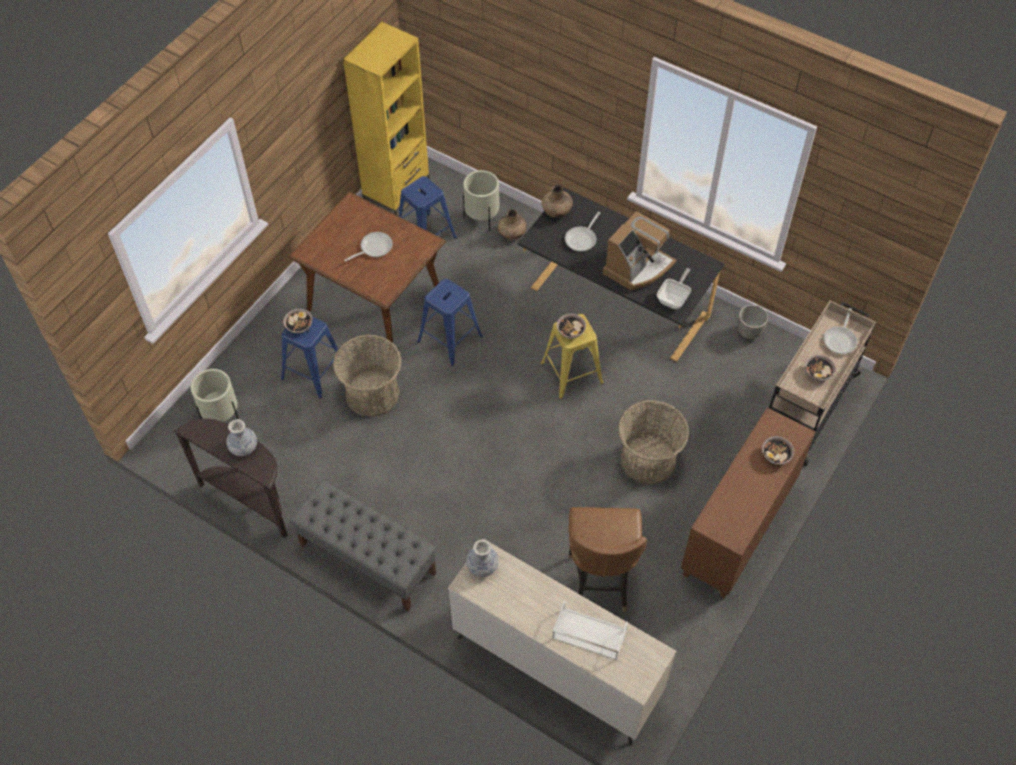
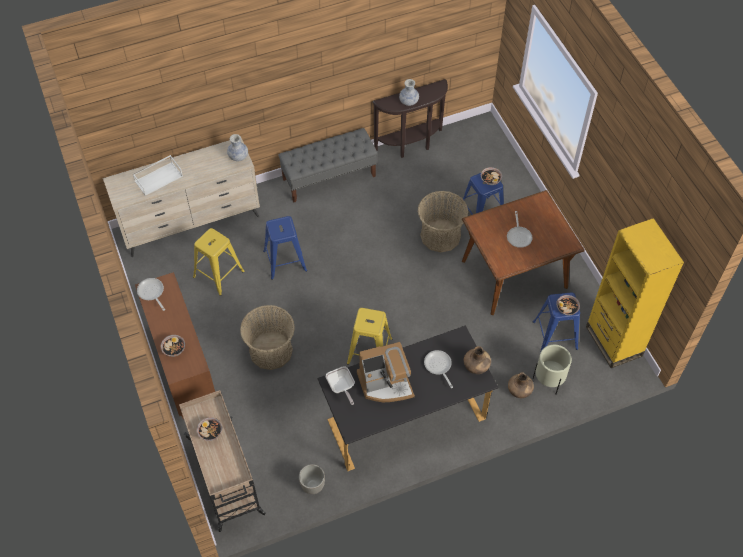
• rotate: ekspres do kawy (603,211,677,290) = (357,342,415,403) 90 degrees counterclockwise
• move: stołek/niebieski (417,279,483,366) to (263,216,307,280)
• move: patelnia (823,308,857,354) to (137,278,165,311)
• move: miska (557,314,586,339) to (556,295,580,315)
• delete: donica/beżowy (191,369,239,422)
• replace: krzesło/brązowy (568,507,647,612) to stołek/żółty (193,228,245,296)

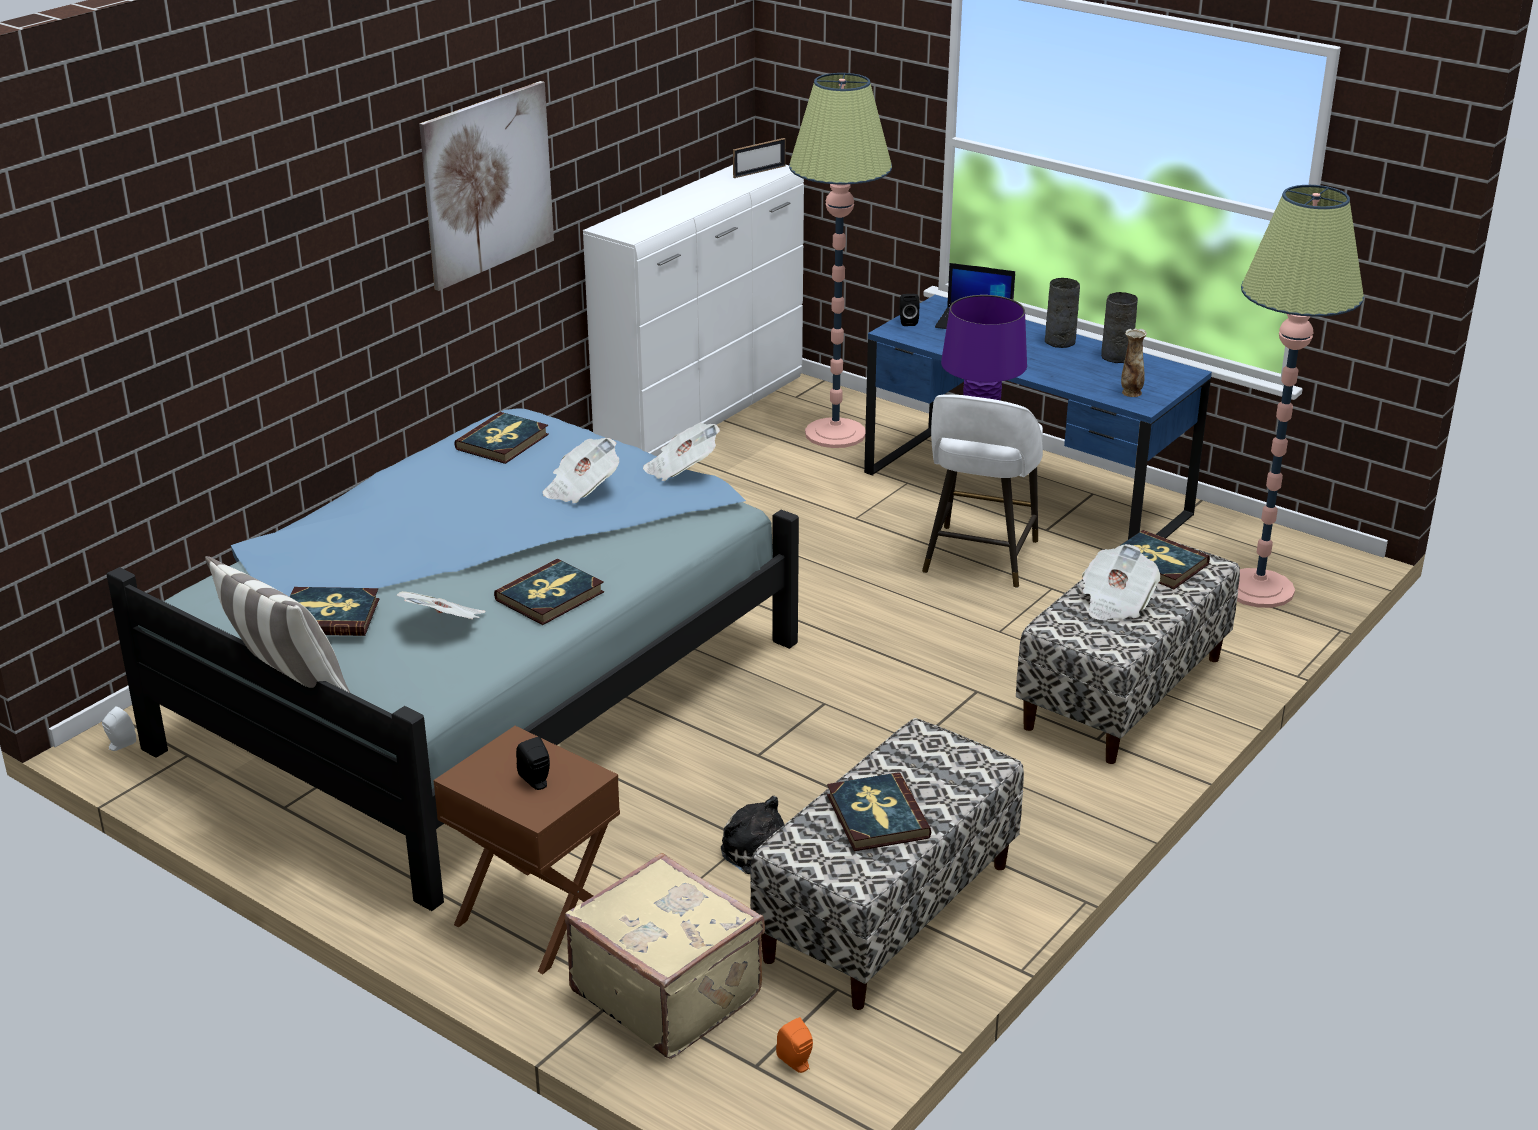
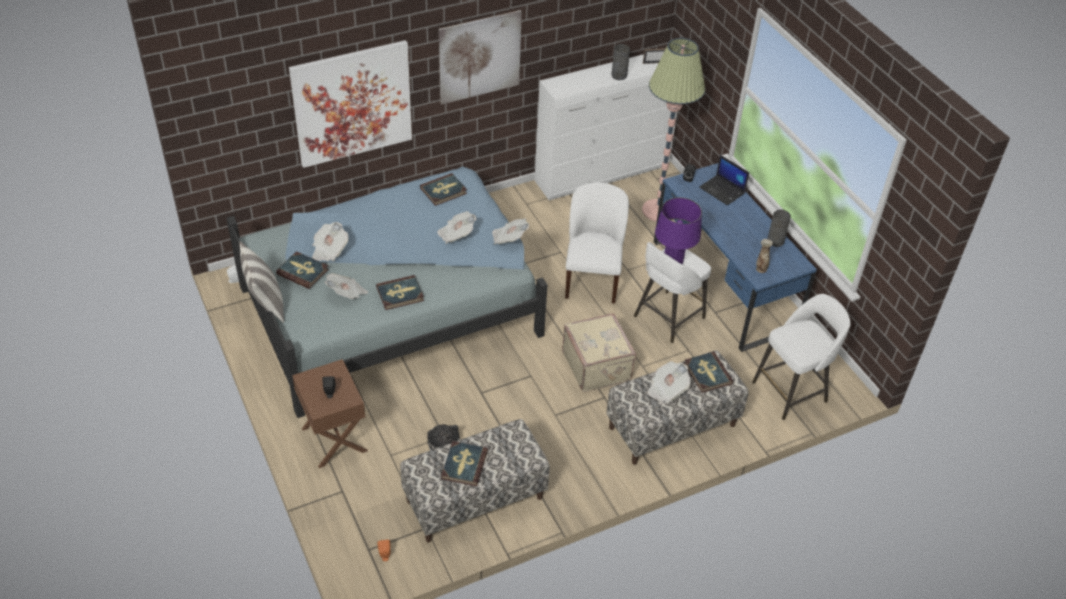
• replace: lampa stojąca (1237,185,1364,608) to stołek/biały (752,294,851,420)
• move: wazon/szary (1045,278,1080,348) to (611,44,630,80)
• move: walizka/beżowy (565,853,765,1059) to (562,313,636,392)
• insert: obraz (289,40,412,168)
• insert: krzesło/biały (565,183,629,304)
• insert: gazeta (312,222,349,261)

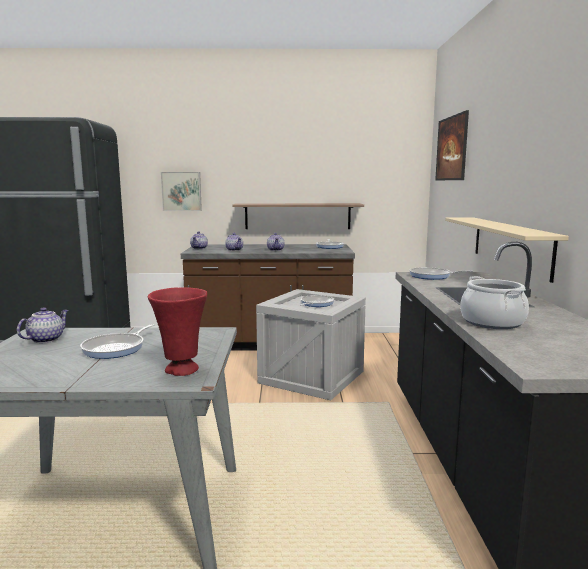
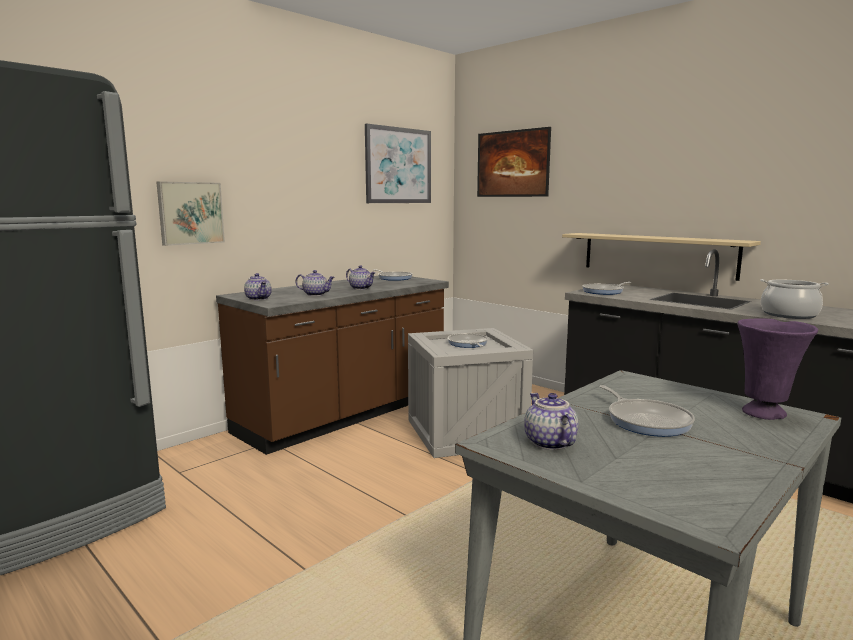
• delete: półka (232,203,364,229)
• recolor: wazon/czerwony (148,287,207,376) to wazon/fioletowy (737,318,818,420)
• insert: obraz (365,124,431,203)

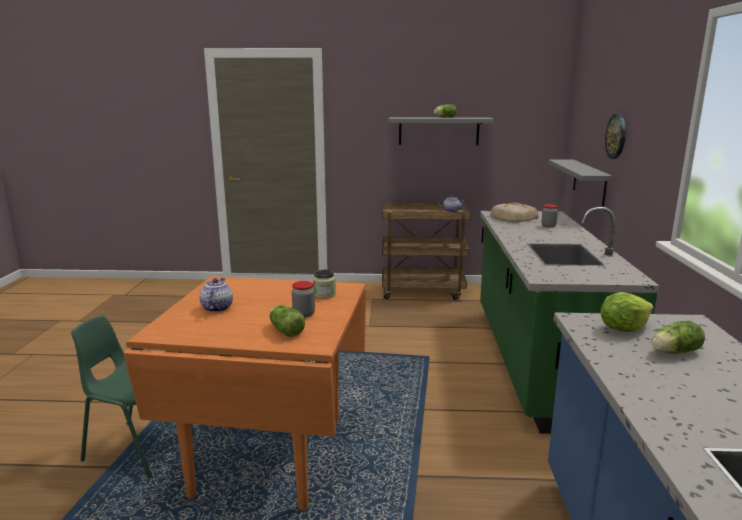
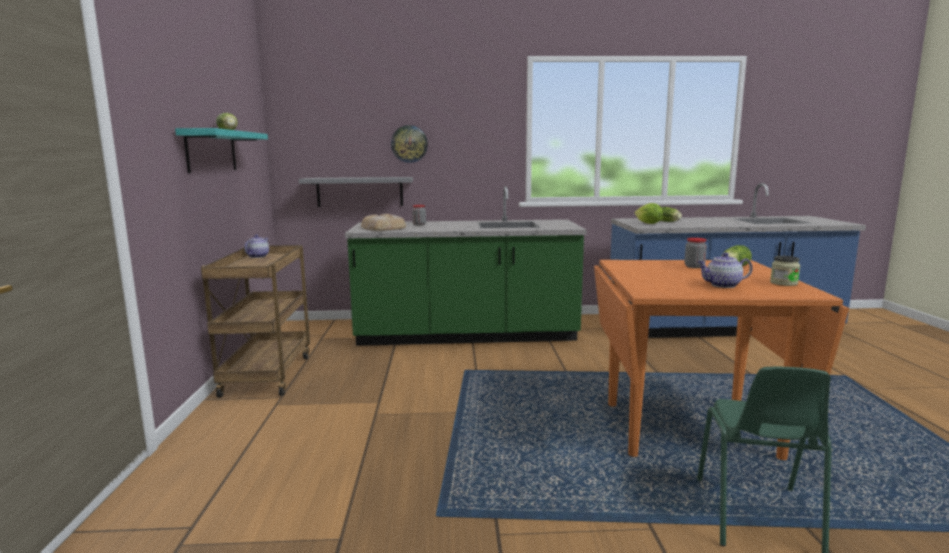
• recolor: półka/szary (389,117,494,145) to półka/turkusowy (175,128,268,173)
• move: słoik (313,270,336,299) to (770,256,800,286)

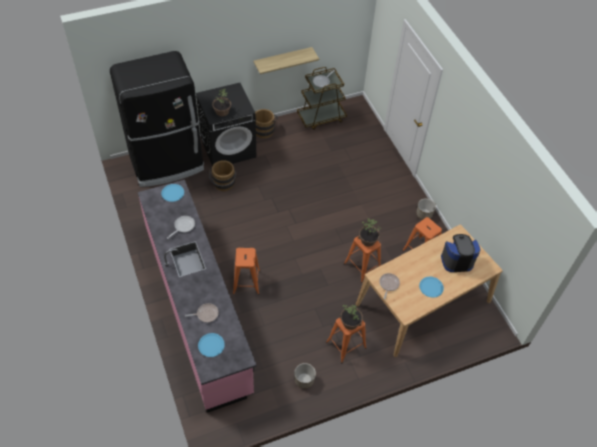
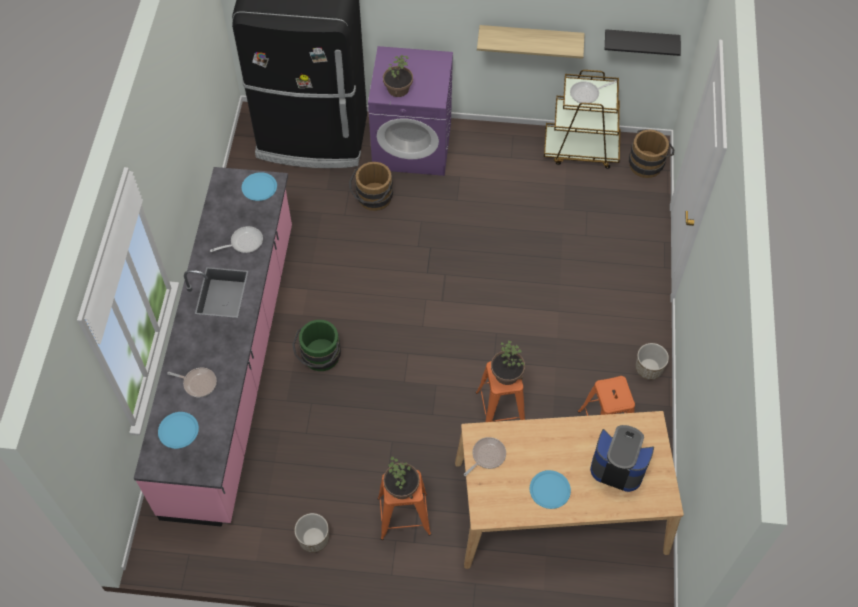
• recolor: pralka/czarny (196,83,256,166) to pralka/fioletowy (368,46,453,176)
• move: wiadro/brązowy (255,109,278,138) to (629,129,674,178)
• replace: stołek/pomarańczowy (233,248,260,295) to wiadro/zielony (292,320,341,371)
• insert: półka/czarny (605,29,681,56)

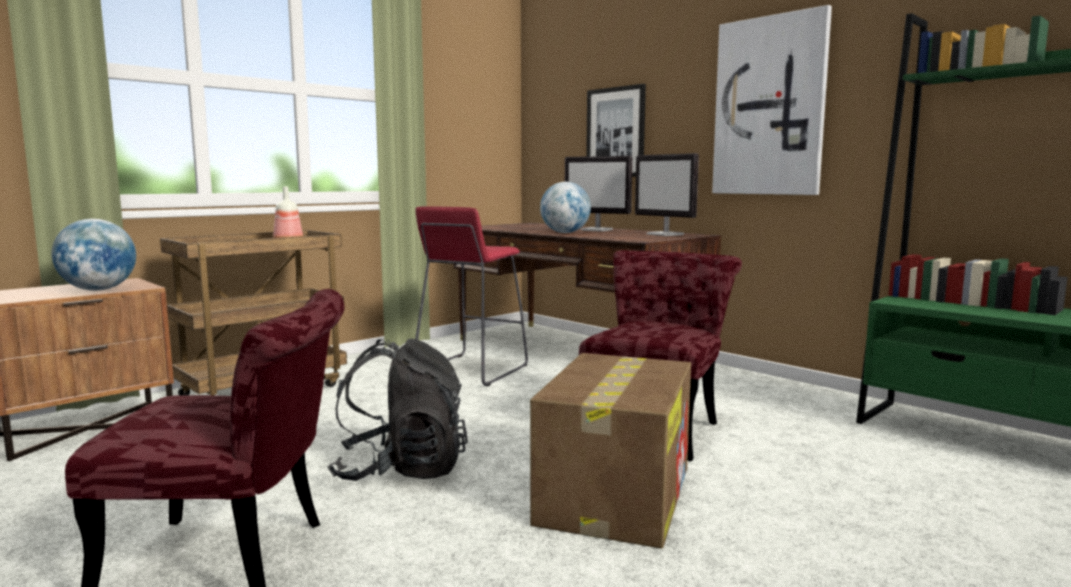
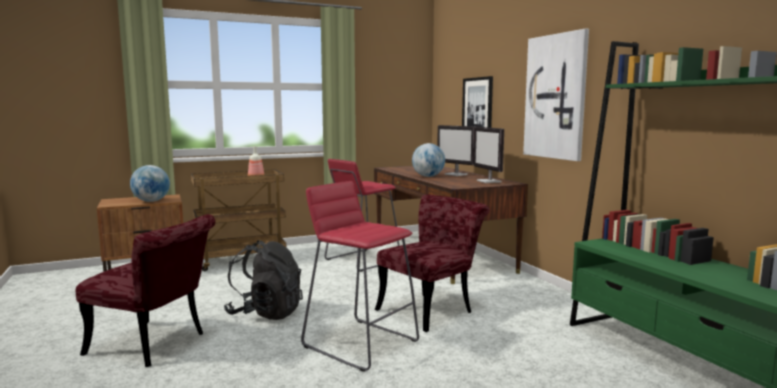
• replace: karton (530,353,691,549) to stołek/czerwony (301,181,419,372)

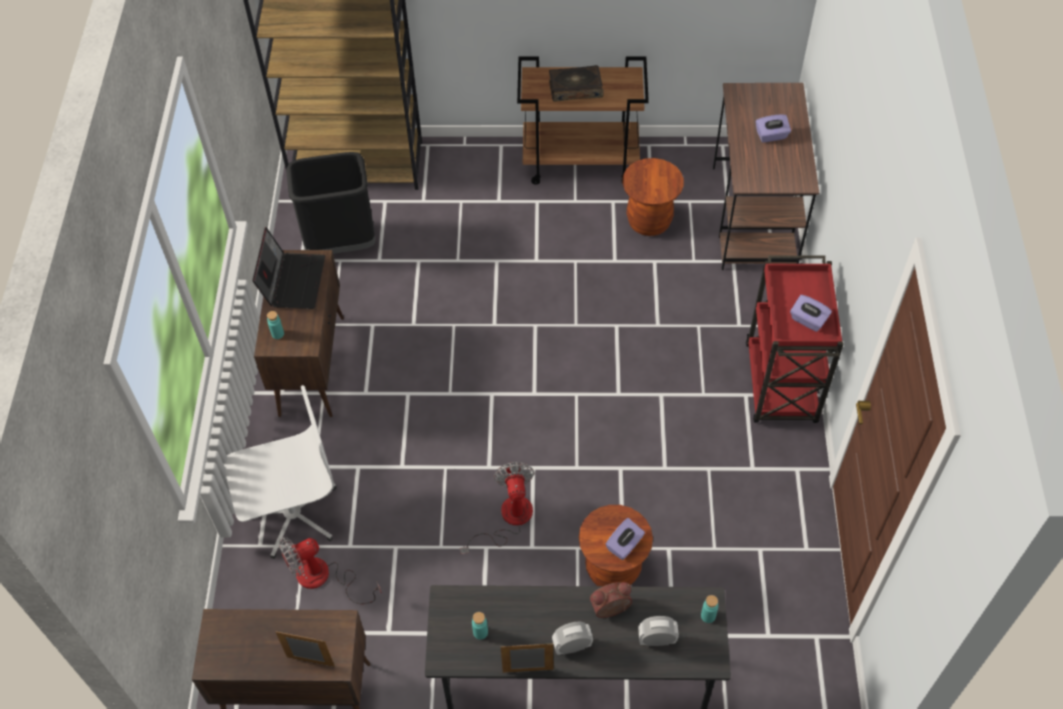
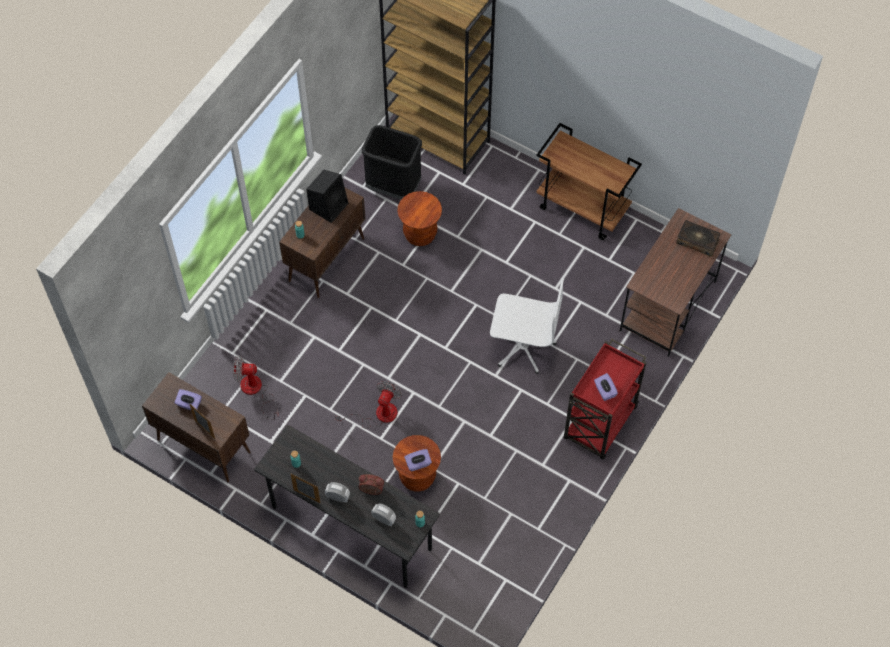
• move: książka (549,65,604,102) to (676,220,720,257)
• move: pudełko chusteczek/fioletowy (756,114,791,143) to (174,389,202,410)
• move: stołek/brązowy (622,158,684,236) to (397,191,442,246)
• replace: laptop (252,227,325,309) to głośnik/czarny (306,170,348,223)
• move: krzesło biurowe/biały (224,385,337,559) to (490,277,564,374)

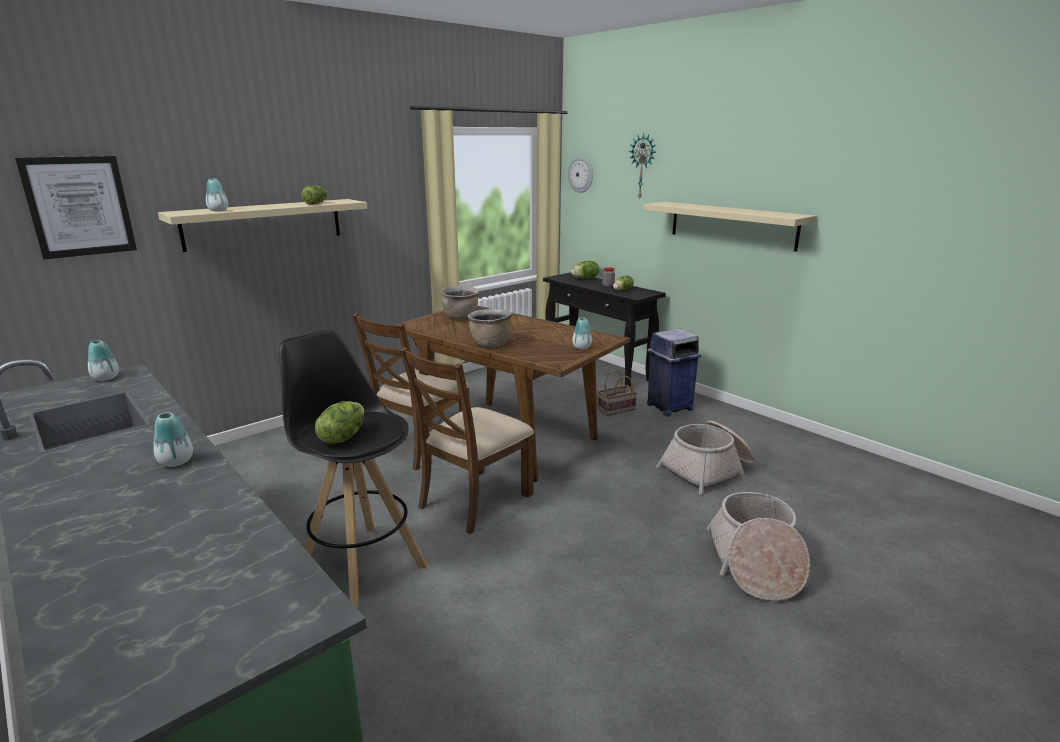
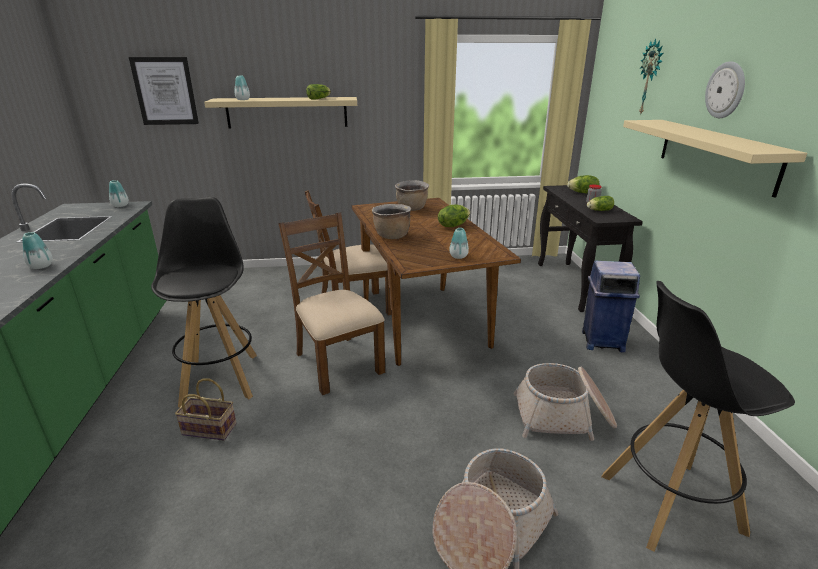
• move: zegar ścienny (568,157,593,193) to (705,61,745,118)
• rotate: krzesło/brązowy (400,347,534,534) = (278,212,385,395) 75 degrees clockwise
• move: koszyk (598,370,637,416) to (175,378,236,441)
• move: sałata (315,401,364,444) to (438,205,470,227)
• insert: stołek/czarny (601,281,795,551)

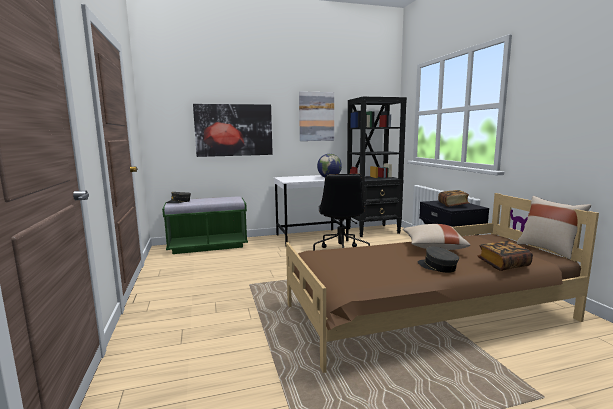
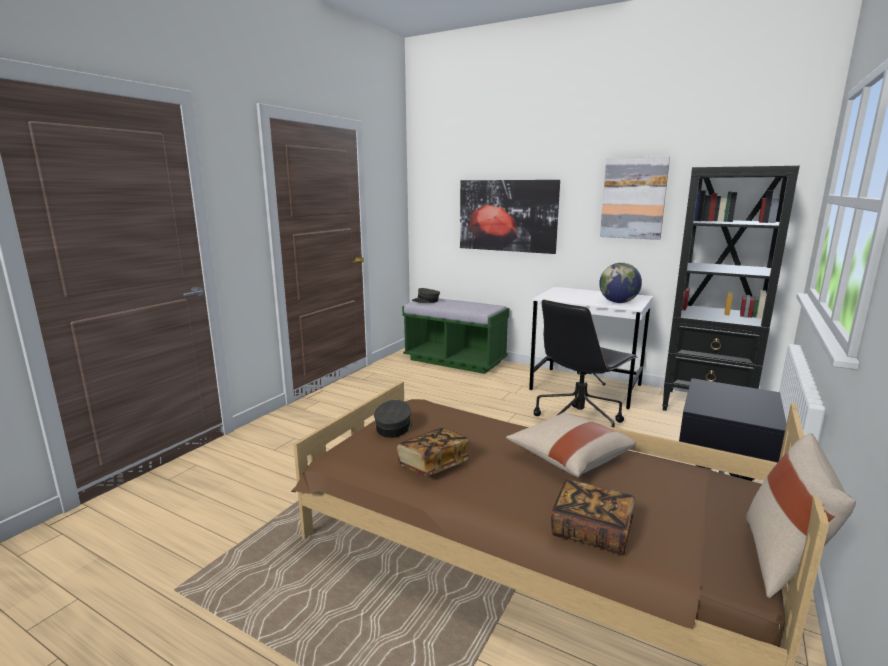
• move: książka (438,190,469,207) to (397,428,470,476)
• move: czapka z daszkiem/szary (417,246,459,273) to (374,400,412,438)

